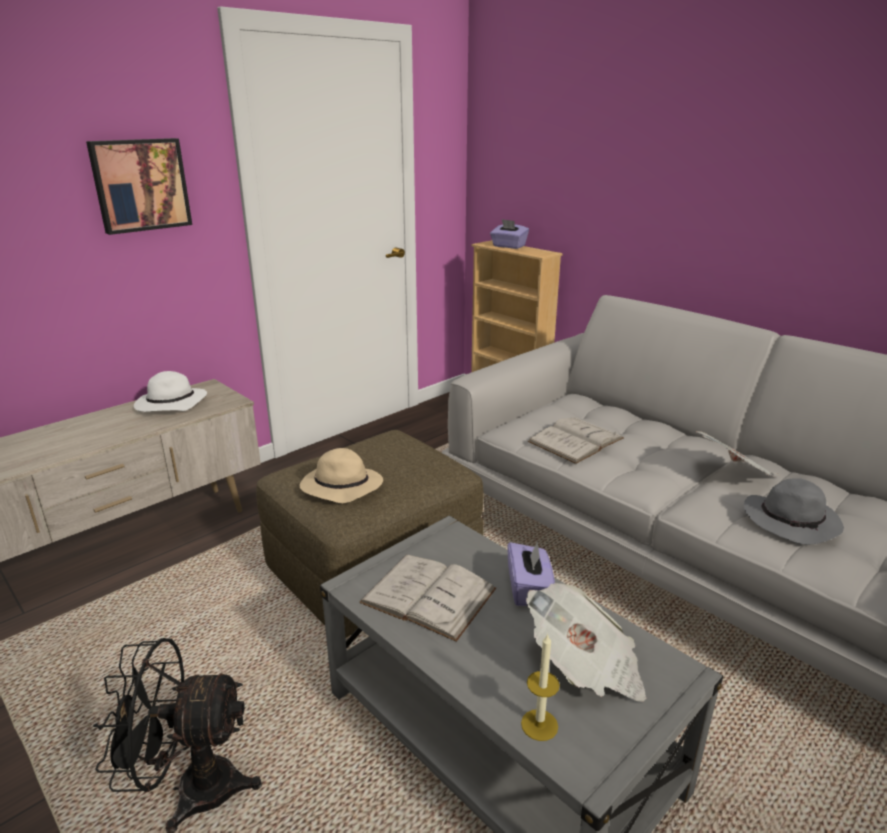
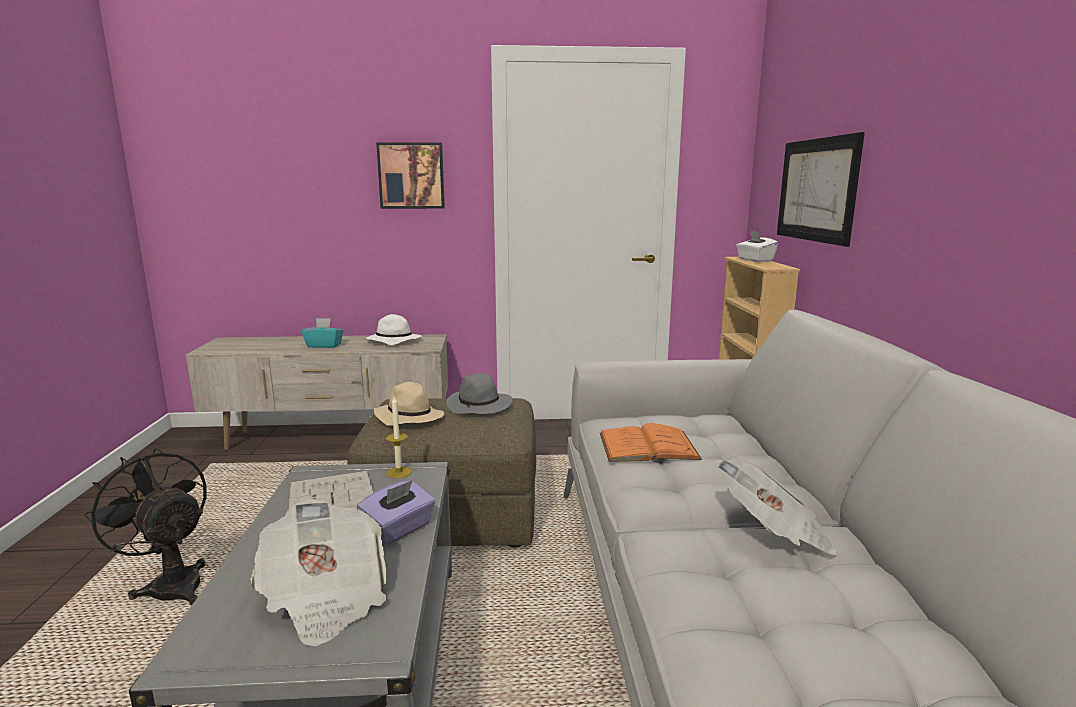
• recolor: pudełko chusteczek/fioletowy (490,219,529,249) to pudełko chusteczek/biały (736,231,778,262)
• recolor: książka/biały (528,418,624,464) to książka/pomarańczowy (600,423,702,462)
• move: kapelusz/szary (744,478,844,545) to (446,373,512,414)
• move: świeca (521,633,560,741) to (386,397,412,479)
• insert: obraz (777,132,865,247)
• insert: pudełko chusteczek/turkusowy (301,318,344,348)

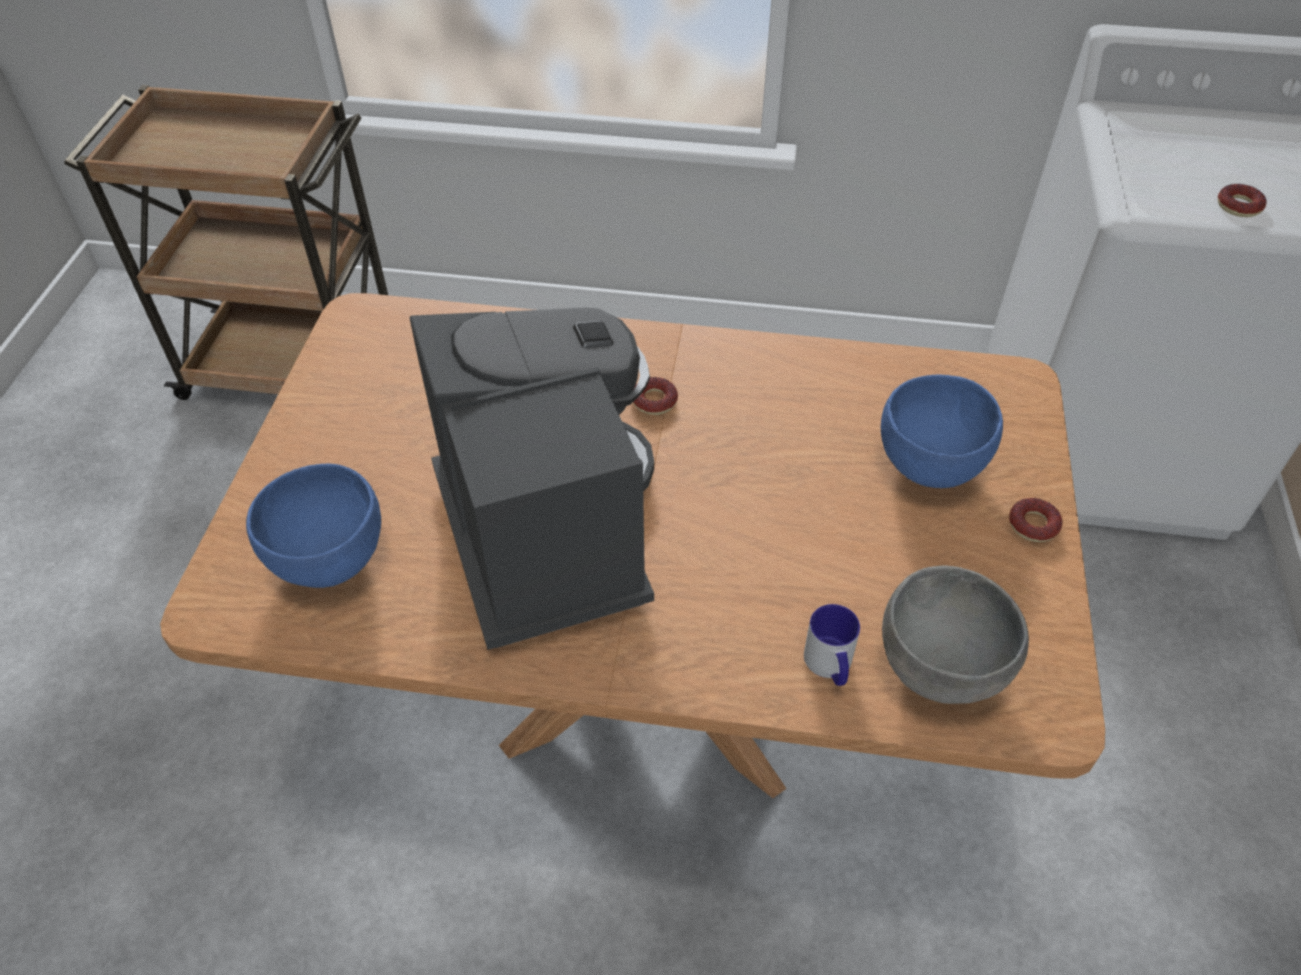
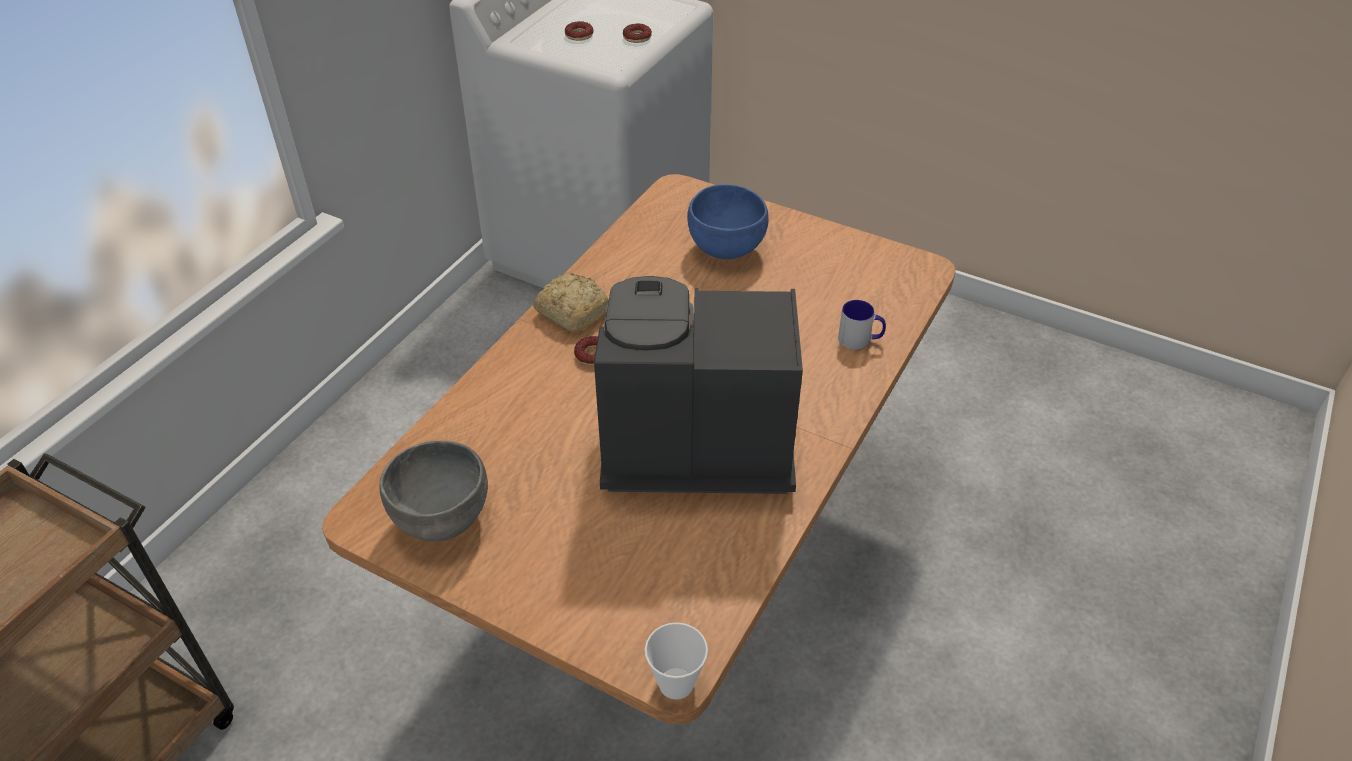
• delete: miska/niebieski (246,464,381,588)
• move: donut (1009,498,1063,542) to (565,21,594,41)
• move: miska/szary (882,565,1029,704) to (380,441,488,542)
• insert: chleb (533,273,609,333)
• insert: filiżanka (645,622,708,700)

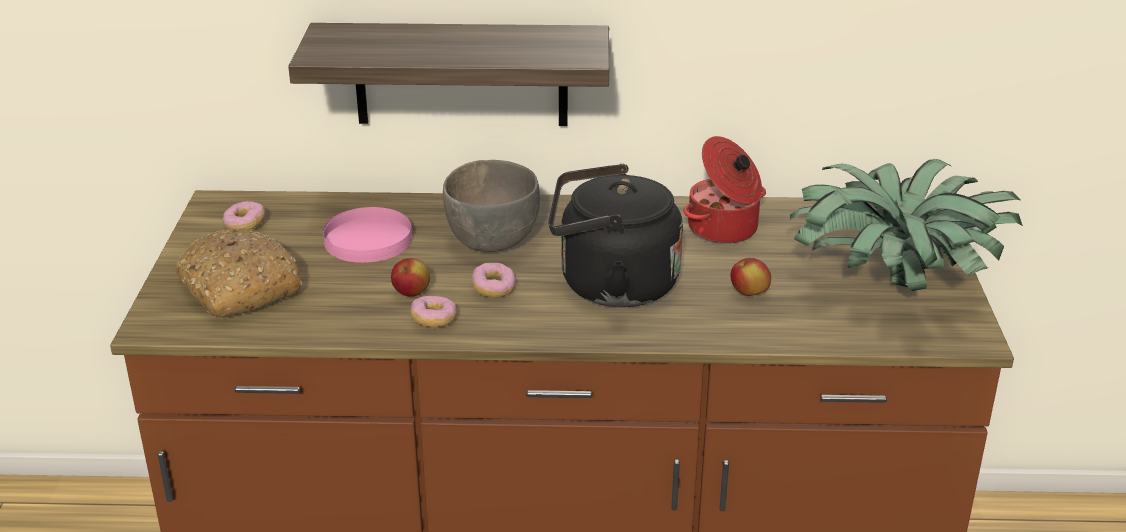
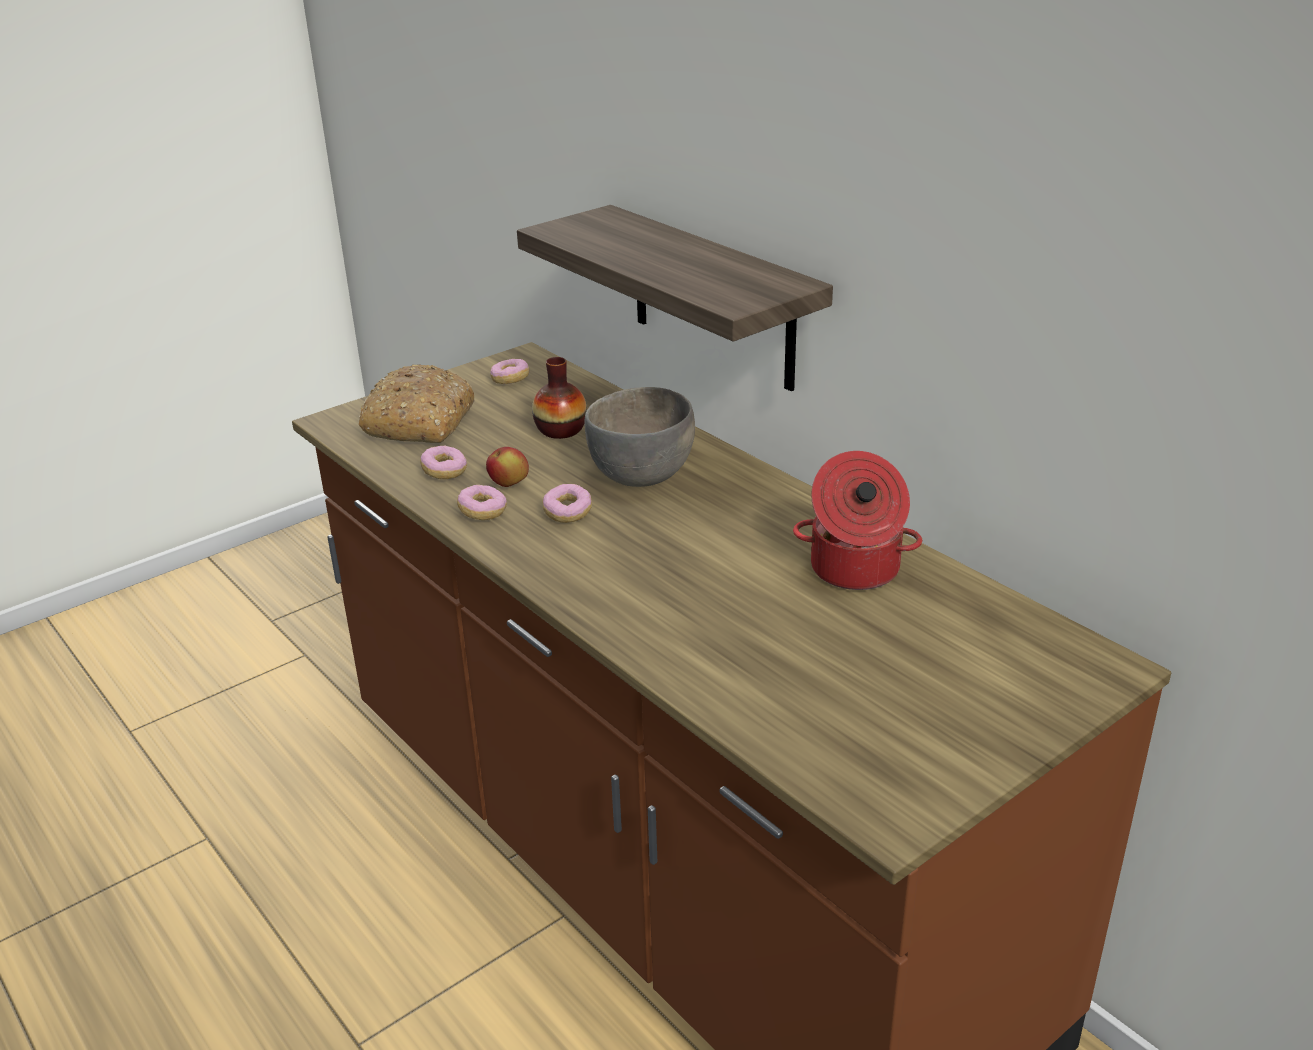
• delete: roślina doniczkowa (790,159,1023,291)
• delete: czajnik/czarny (549,164,683,307)
• replace: talerz/różowy (323,207,412,263) to wazon (532,357,587,439)
• delete: jabłko (731,258,771,296)
• insert: donut (420,446,467,479)

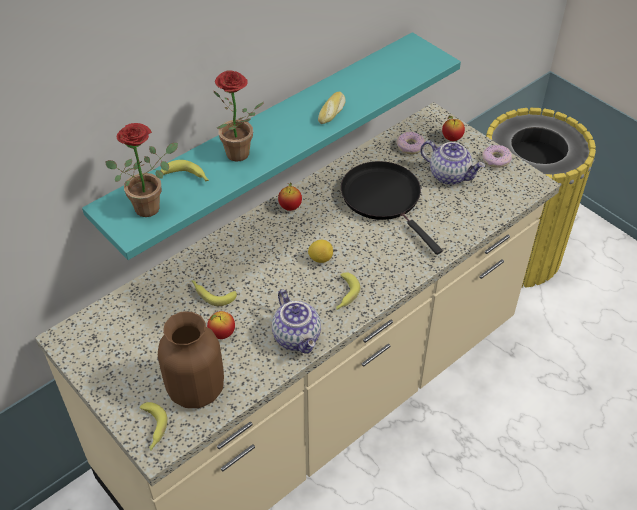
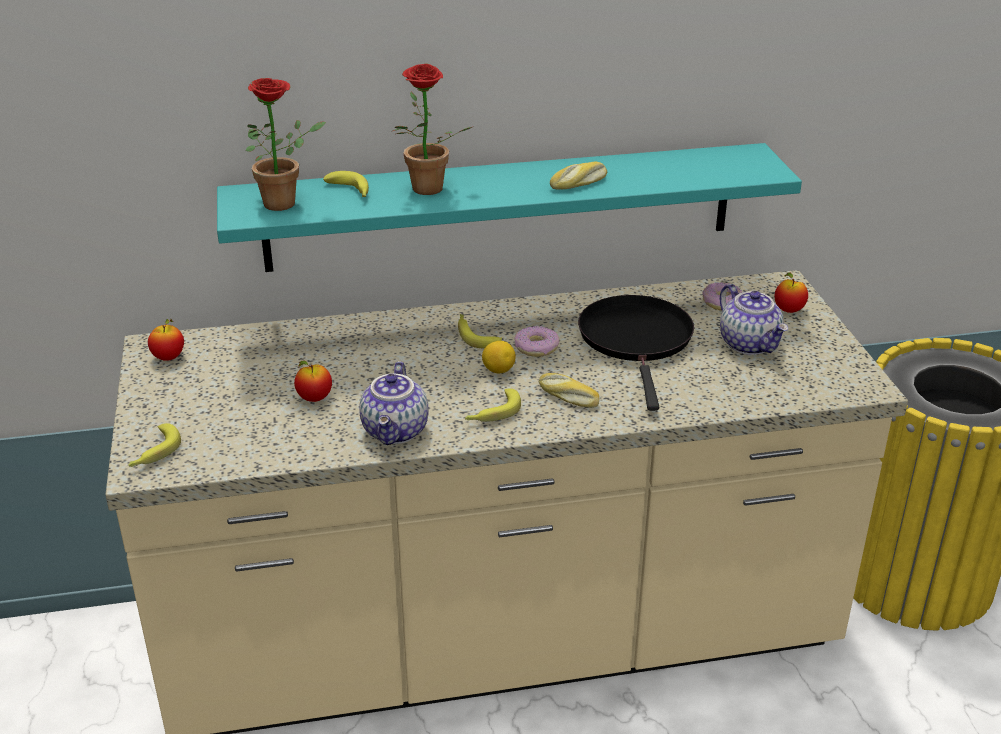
• move: donut (482,145,512,168) to (514,326,559,357)
• move: jabłko (278,182,302,211) to (148,319,184,361)
• move: banan (191,280,237,306) to (458,314,502,349)
• delete: wazon/brązowy (158,312,224,408)
• insert: chleb (539,373,599,408)

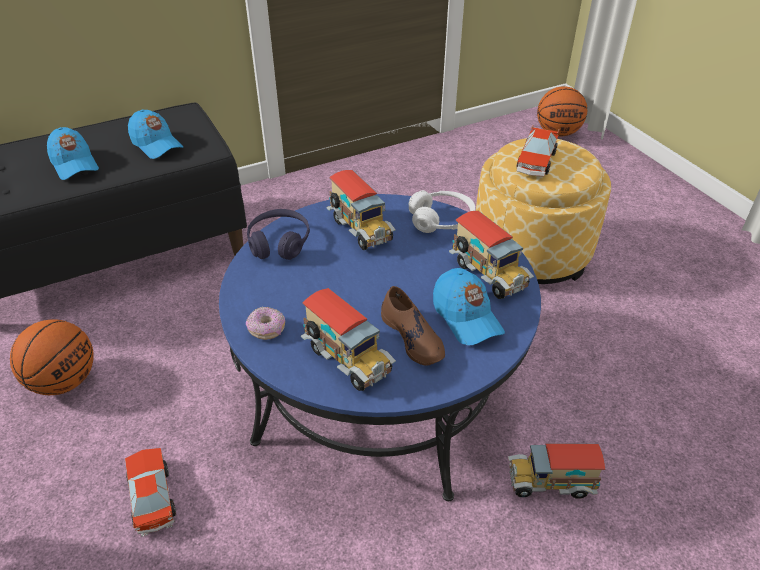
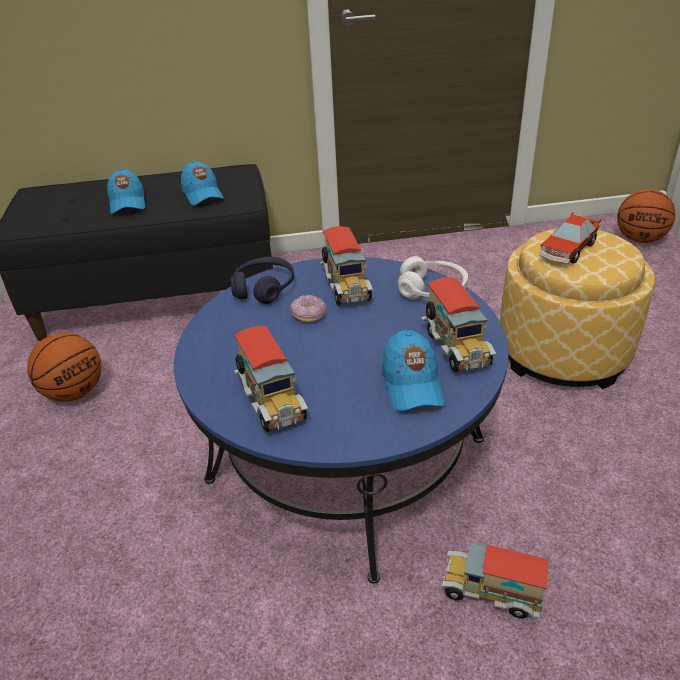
• delete: but/brązowy (381,286,445,366)
• move: donut (246,306,285,340) to (290,295,326,323)
• delete: samochodzik (125,448,176,537)

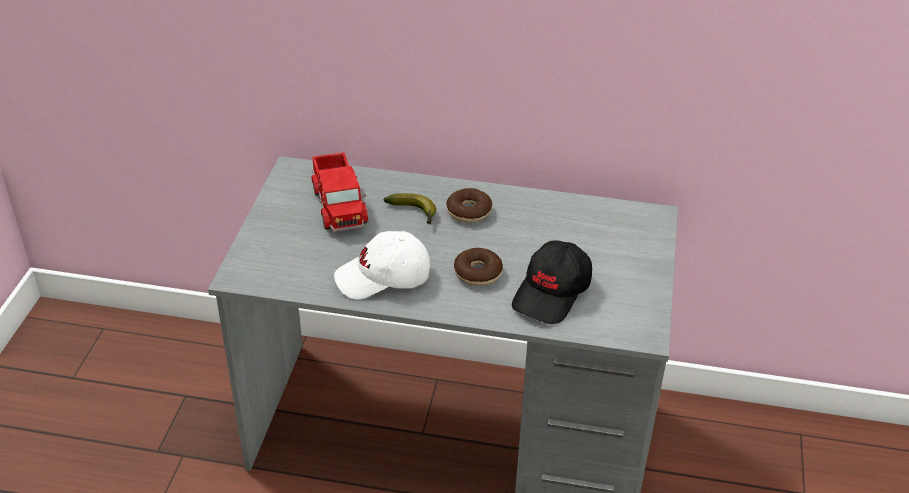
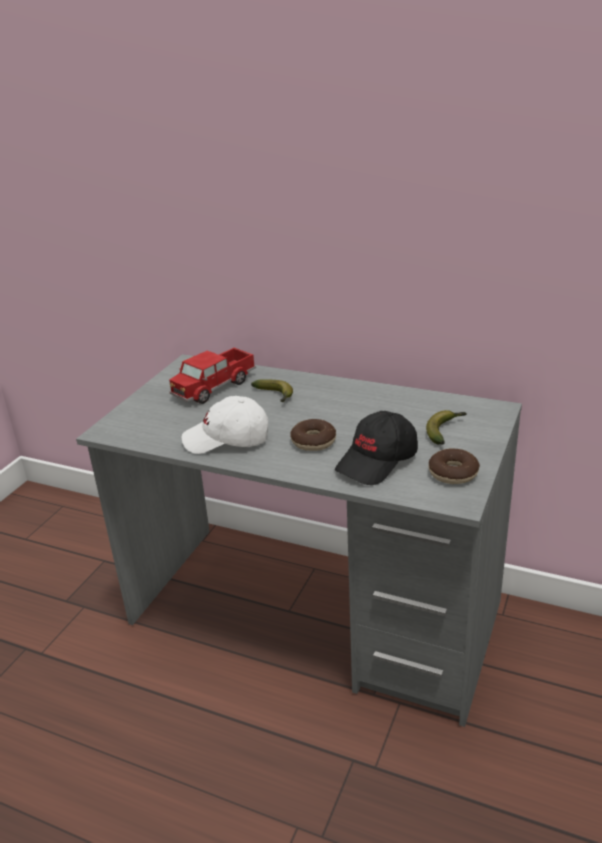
• rotate: ciężarówka zabawkowa (311,152,368,232) = (169,348,256,404) 45 degrees clockwise
• move: donut (446,188,492,223) to (429,449,480,484)
• insert: banan (426,410,467,444)

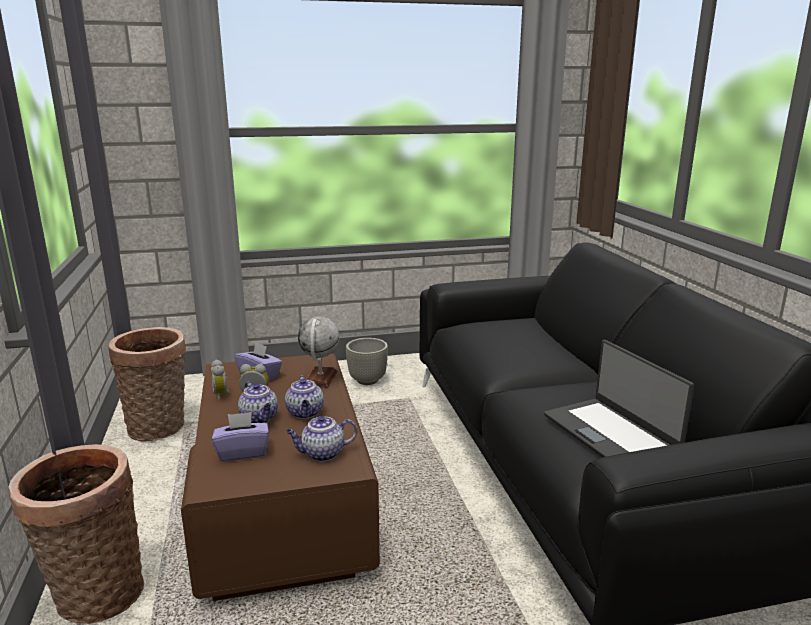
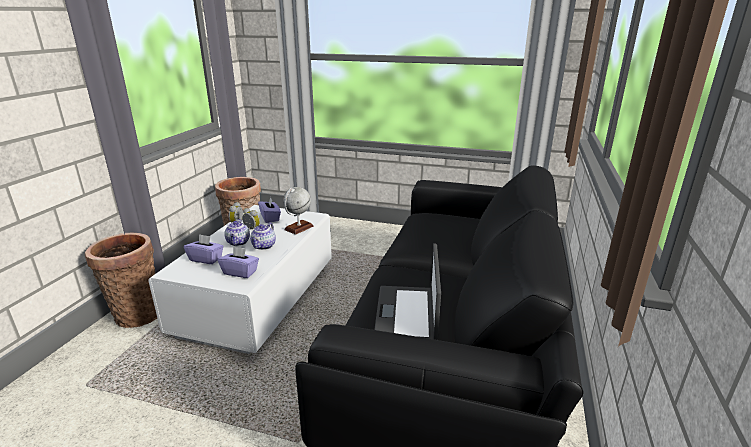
• delete: donica/szary (346,338,388,385)
• recolor: ława/brązowy (181,353,380,601) to ława/biały (148,205,332,354)
• replace: imbryk (286,416,357,462) to pudełko chusteczek/fioletowy (218,246,259,278)

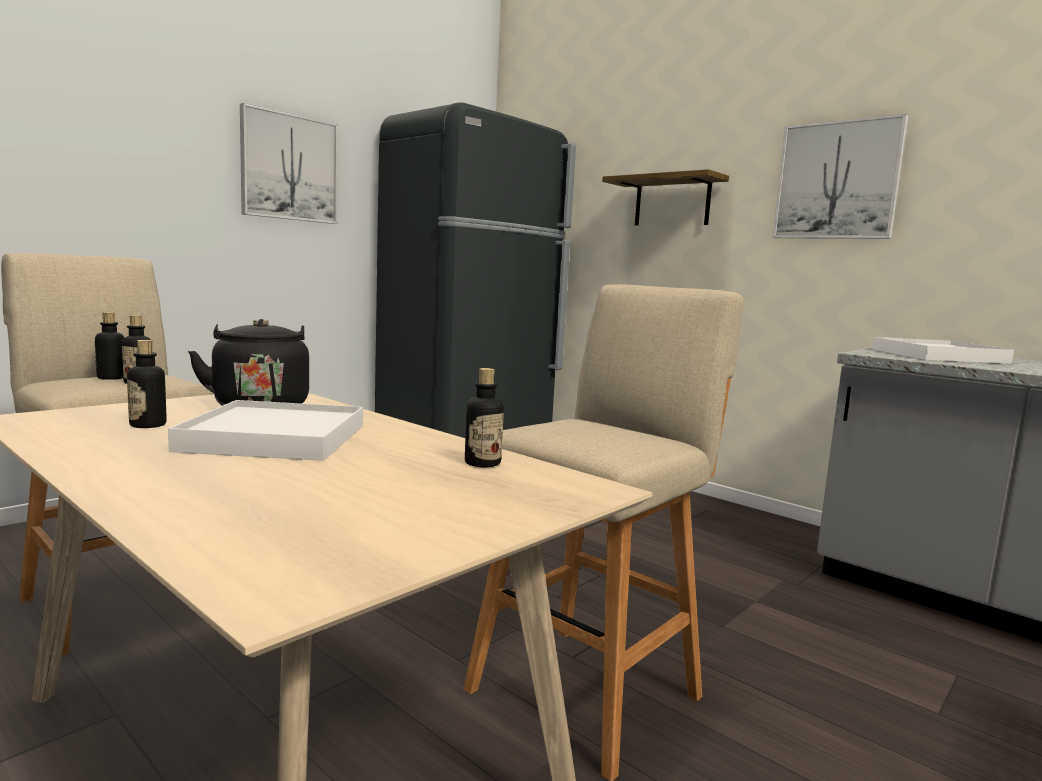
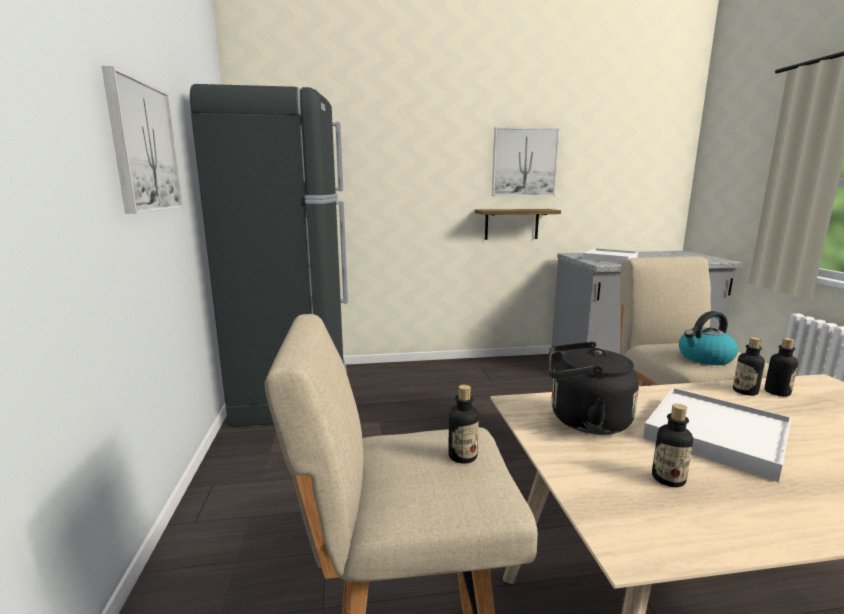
• move: półka (602,169,729,226) to (475,209,561,240)
• move: butelka (95,312,124,380) to (733,337,765,396)
• insert: czajnik (679,311,738,365)

